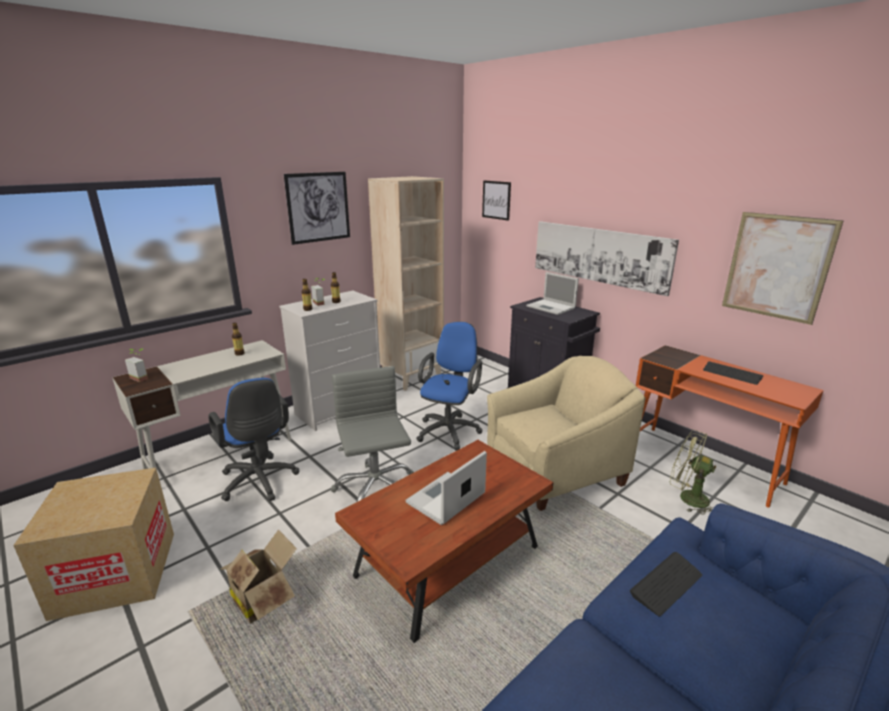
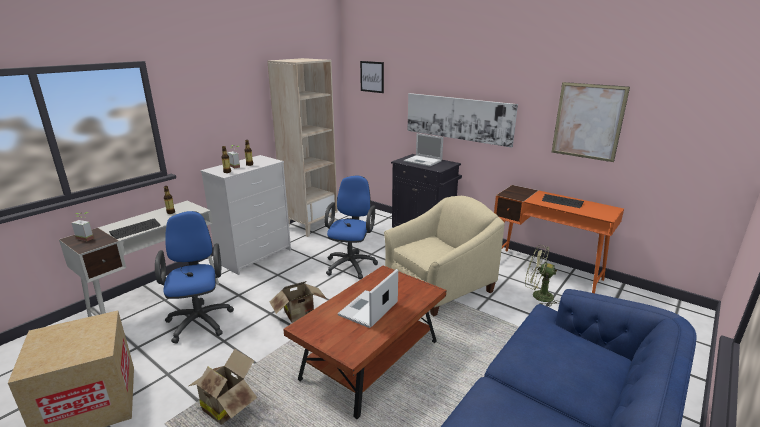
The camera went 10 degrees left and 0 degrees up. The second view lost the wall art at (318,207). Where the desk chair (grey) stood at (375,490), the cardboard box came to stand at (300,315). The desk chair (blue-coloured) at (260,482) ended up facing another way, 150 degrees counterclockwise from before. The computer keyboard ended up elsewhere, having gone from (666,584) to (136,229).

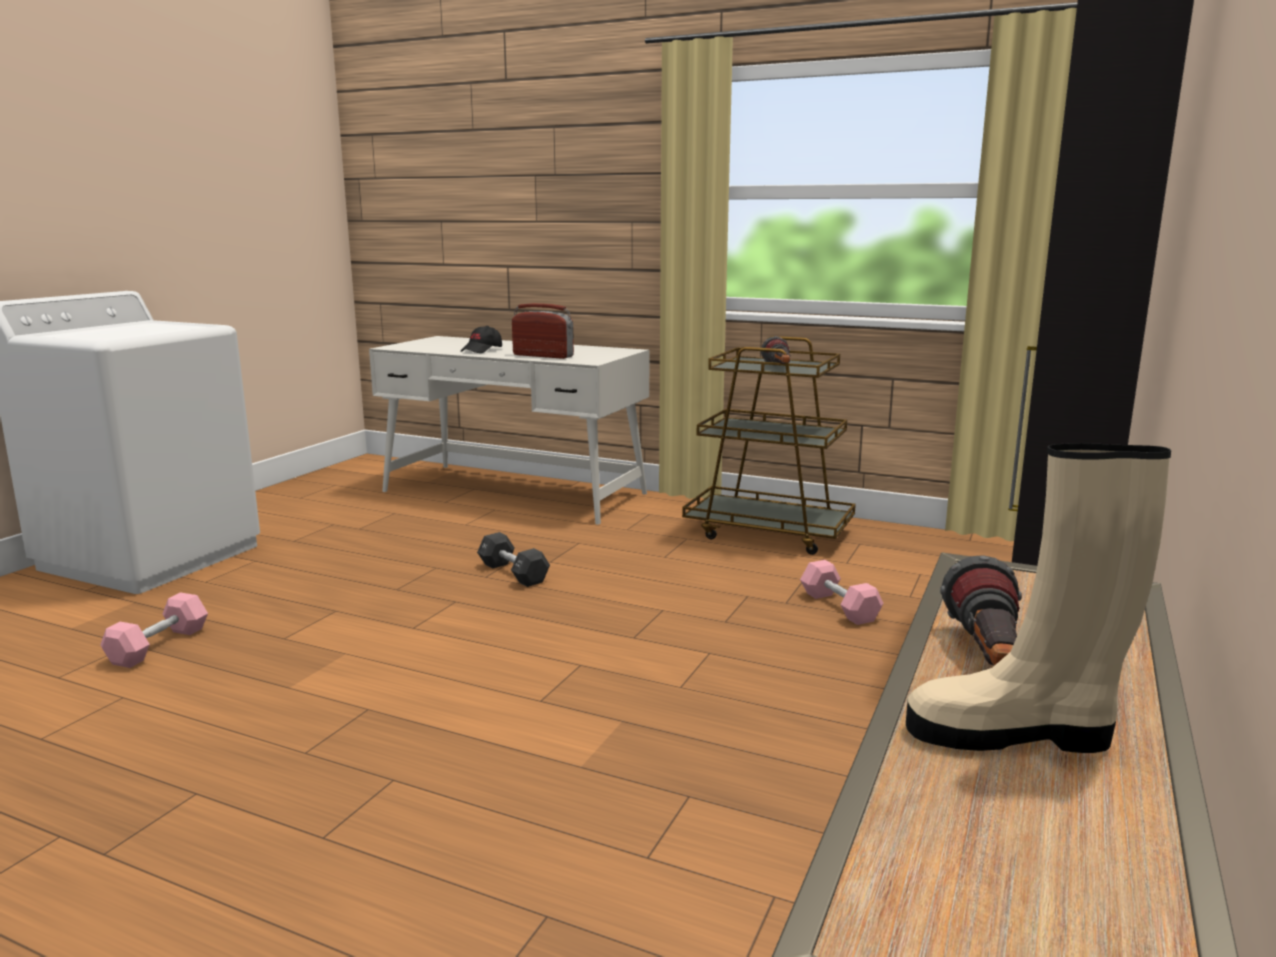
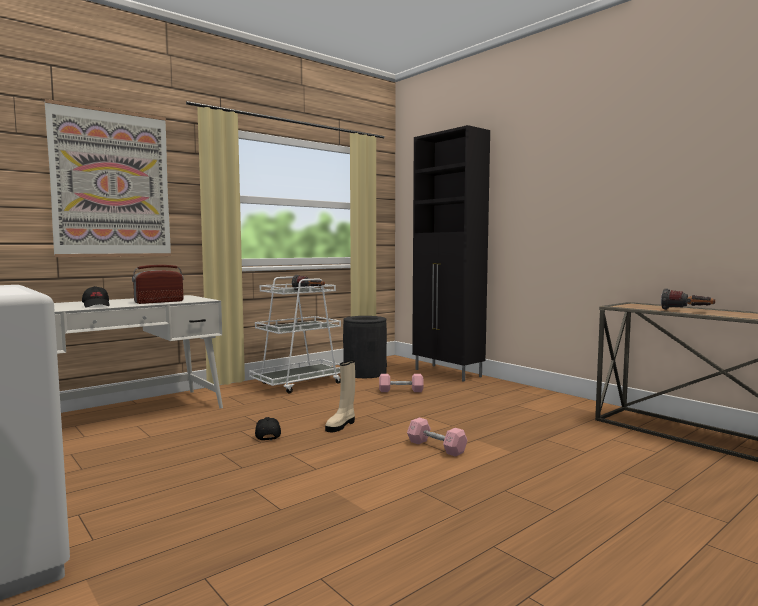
The camera went 65 degrees left and 10 degrees down. What was the wheeled cart (brownish) at (769,532) turned into the wheeled cart (white-coloured) at (299,383). The boot (sand-coloured) ended up elsewhere, having gone from (1014,734) to (341,425). Where the dumbbell (black-coloured) stood at (513,573), the baseball cap (black-coloured) came to stand at (267,435). The dumbbell (pink-coloured) ended up elsewhere, having gone from (158,645) to (436,447). The second view gained the wall art at (112,184). The second view gained the rubbish bin (black-coloured) at (365,373).

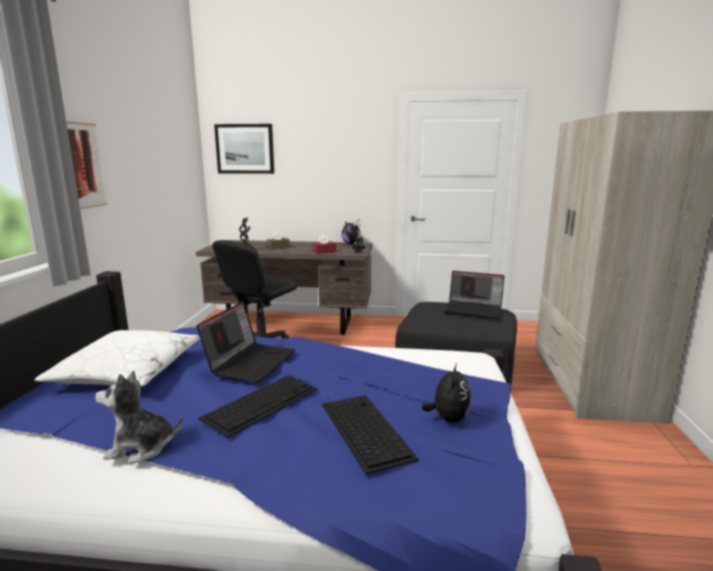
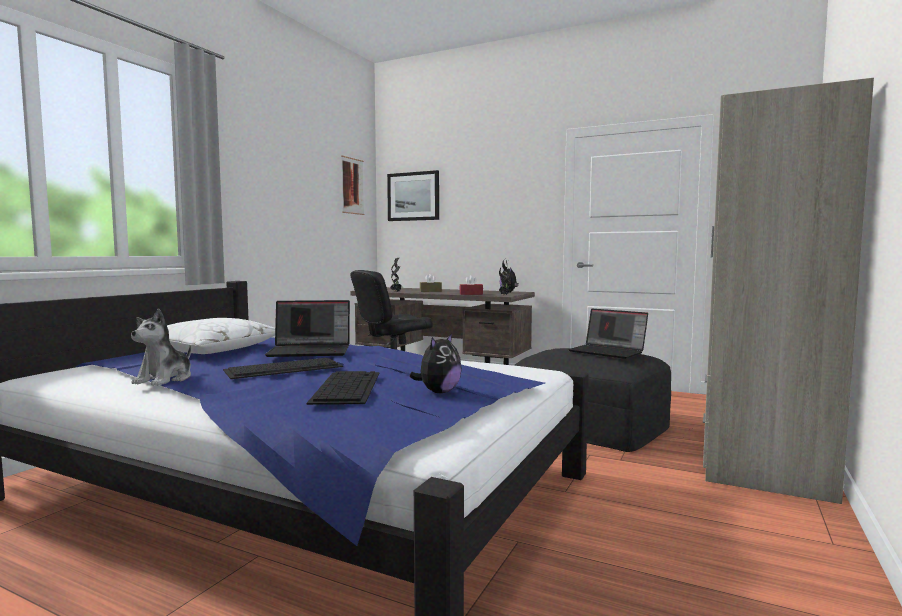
The camera went 20 degrees right and 10 degrees down. The wall art ended up elsewhere, having gone from (82,165) to (352,186). The notebook computer at (251,362) ended up facing another way, 45 degrees clockwise from before. The cuddly toy at (141,447) ended up facing another way, 90 degrees counterclockwise from before.

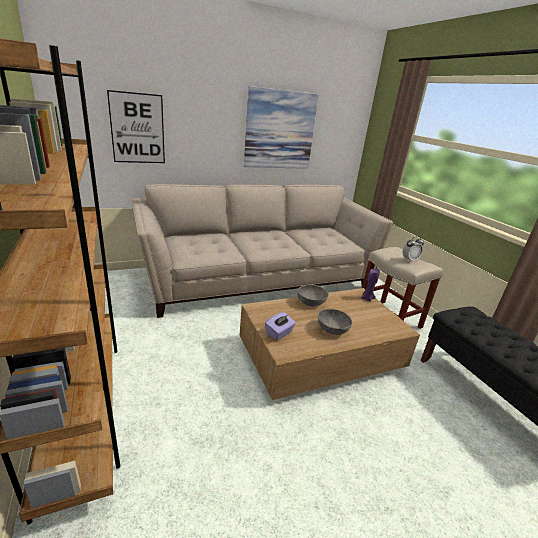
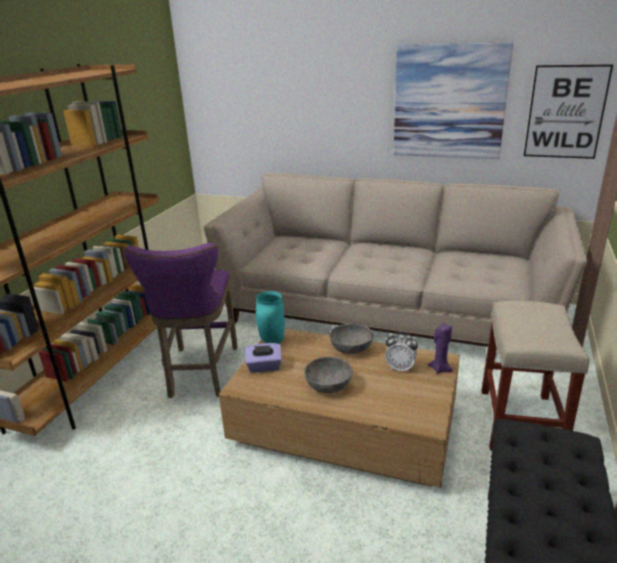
The camera went 45 degrees right and 0 degrees up. The wall art ended up elsewhere, having gone from (137,128) to (565,112). The table clock ended up elsewhere, having gone from (409,260) to (400,368). The second view gained the stool (purple-coloured) at (200,374). The second view gained the decorative vase (turquoise-coloured) at (271,342).

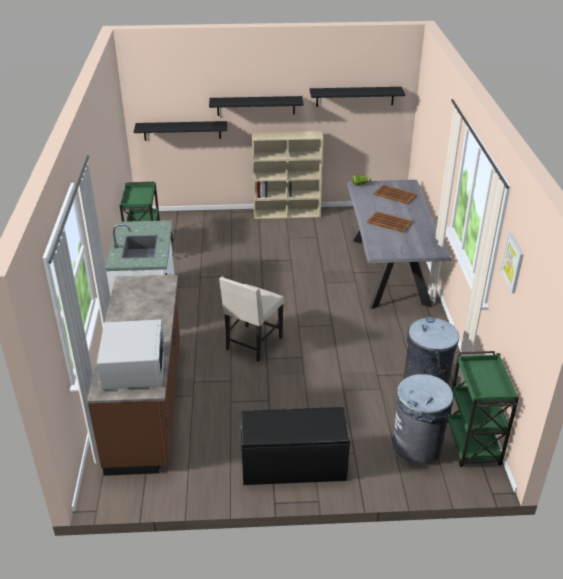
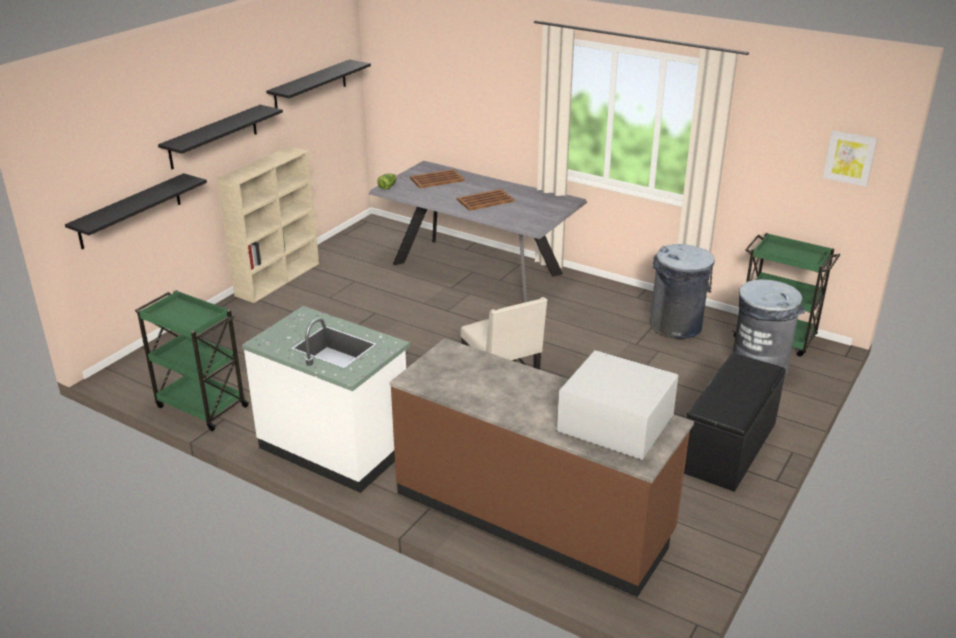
The camera went 55 degrees left and 5 degrees down. The wall art ended up elsewhere, having gone from (513,262) to (850,158).

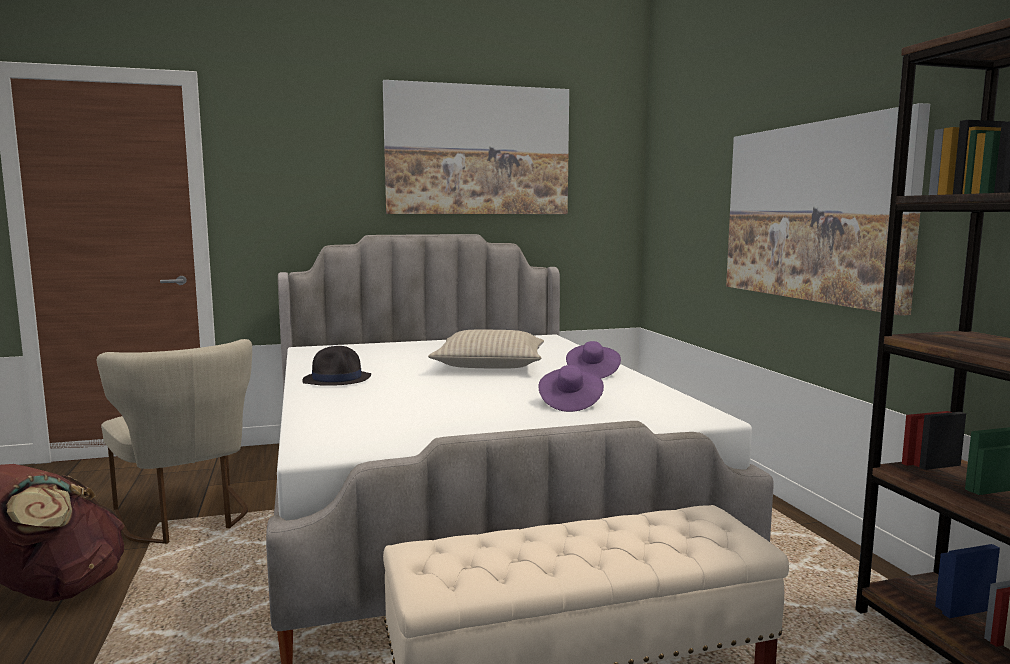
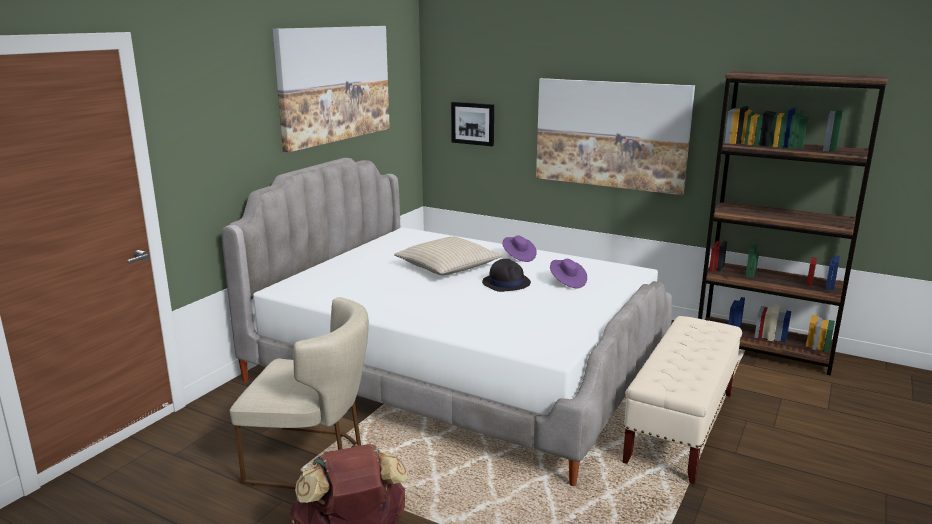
The camera went 45 degrees left and 10 degrees up. The hat (black-coloured) ended up elsewhere, having gone from (337,379) to (506,283). The second view gained the wall art at (473,123).

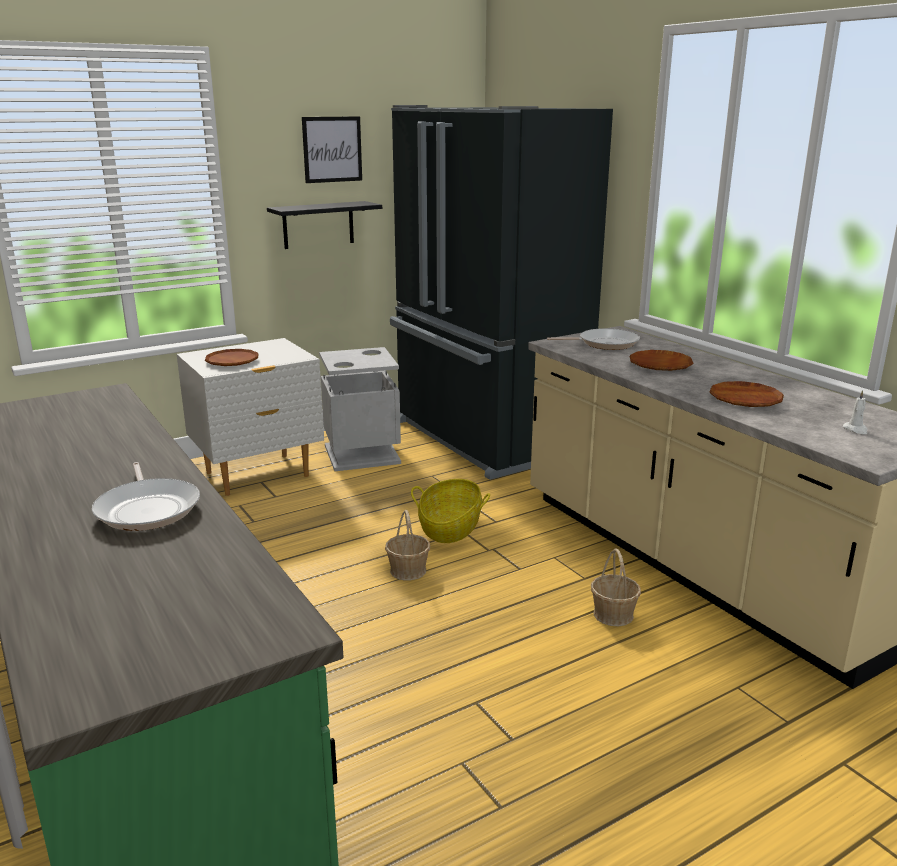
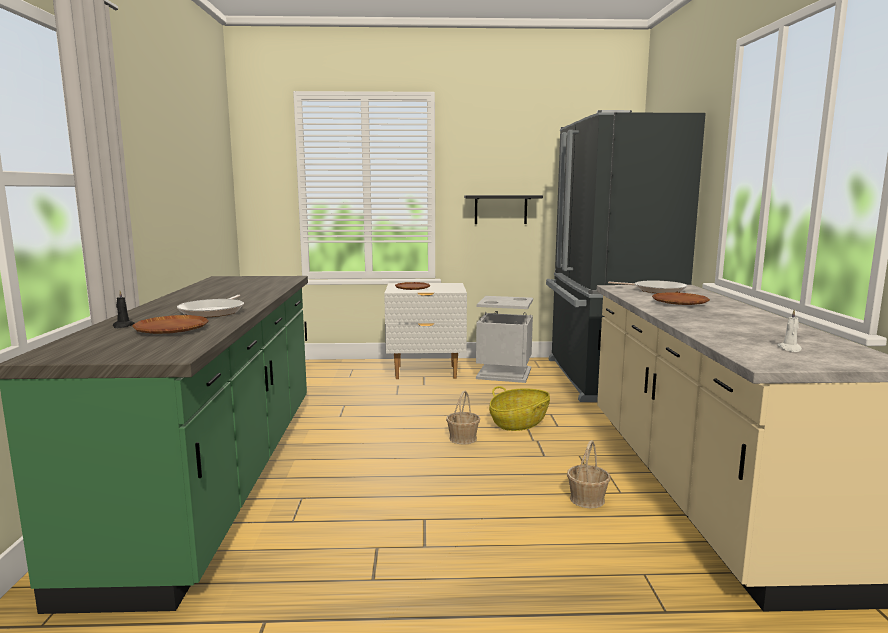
The camera went 30 degrees right and 10 degrees down. The second view lost the wall art at (332,149). The plate (brownish) ended up elsewhere, having gone from (745,399) to (171,329). The second view gained the wax candle (black-coloured) at (123,326).

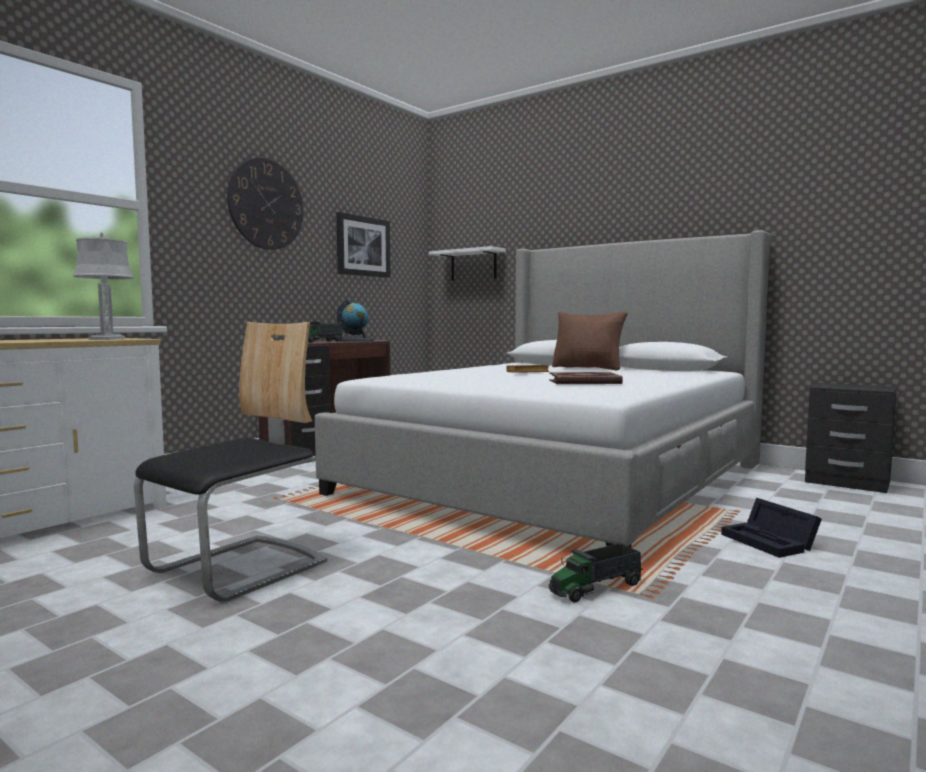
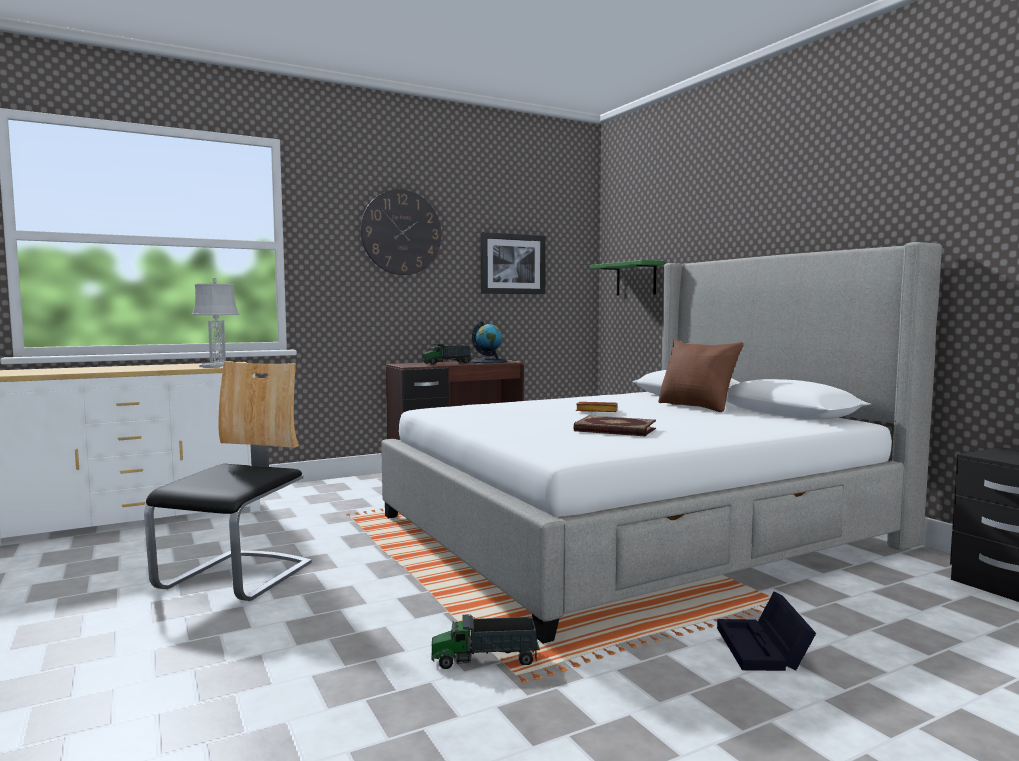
The camera went 25 degrees right and 0 degrees up. What was the bracket shelf (white-coloured) at (473,265) turned into the bracket shelf (greenish) at (636,279). The plain chair at (239,568) ended up facing another way, 45 degrees counterclockwise from before.

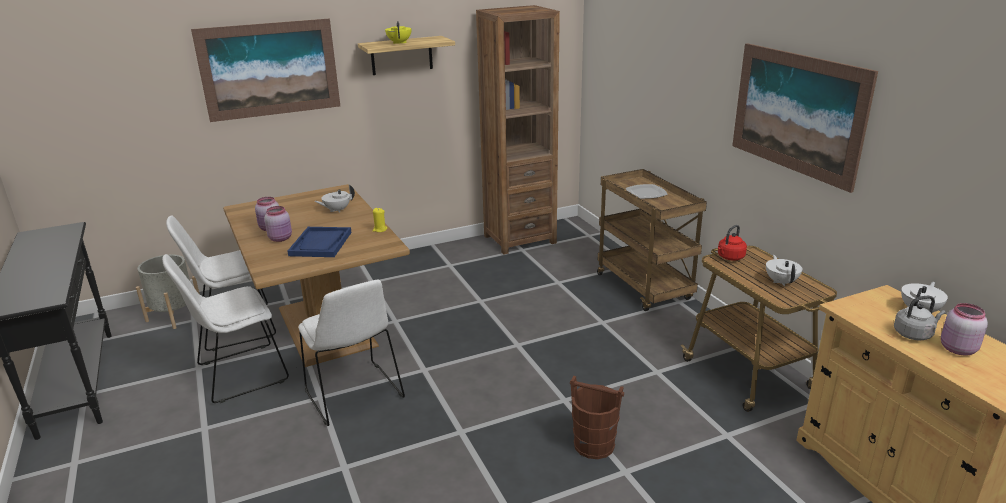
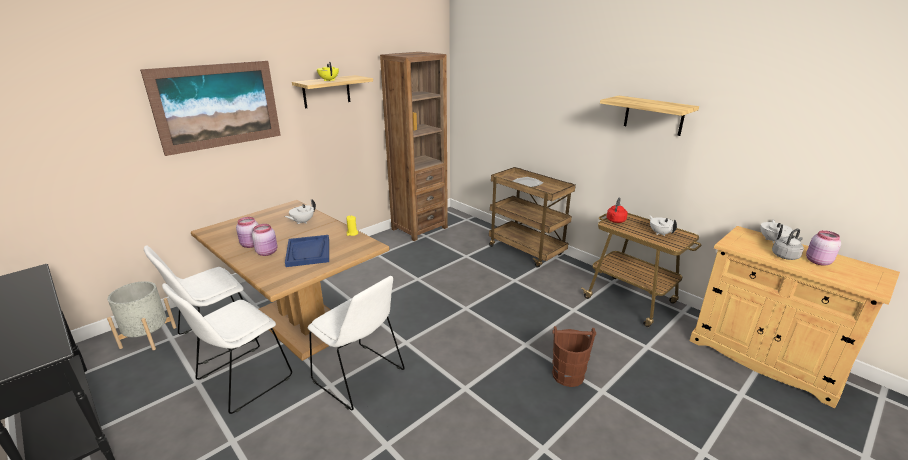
The camera went 20 degrees left and 0 degrees up. Where the wall art hung at (797,113), the bracket shelf came to hang at (653,115).

